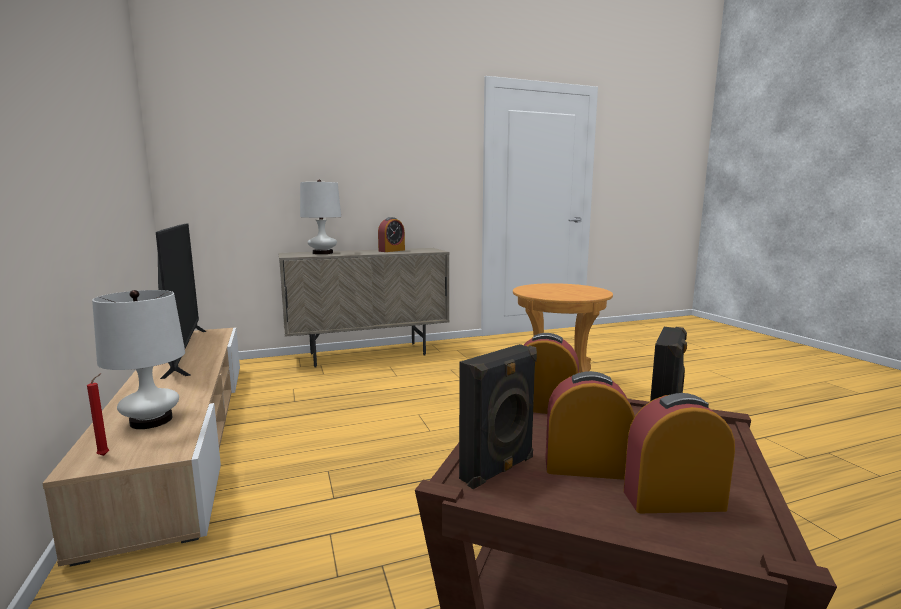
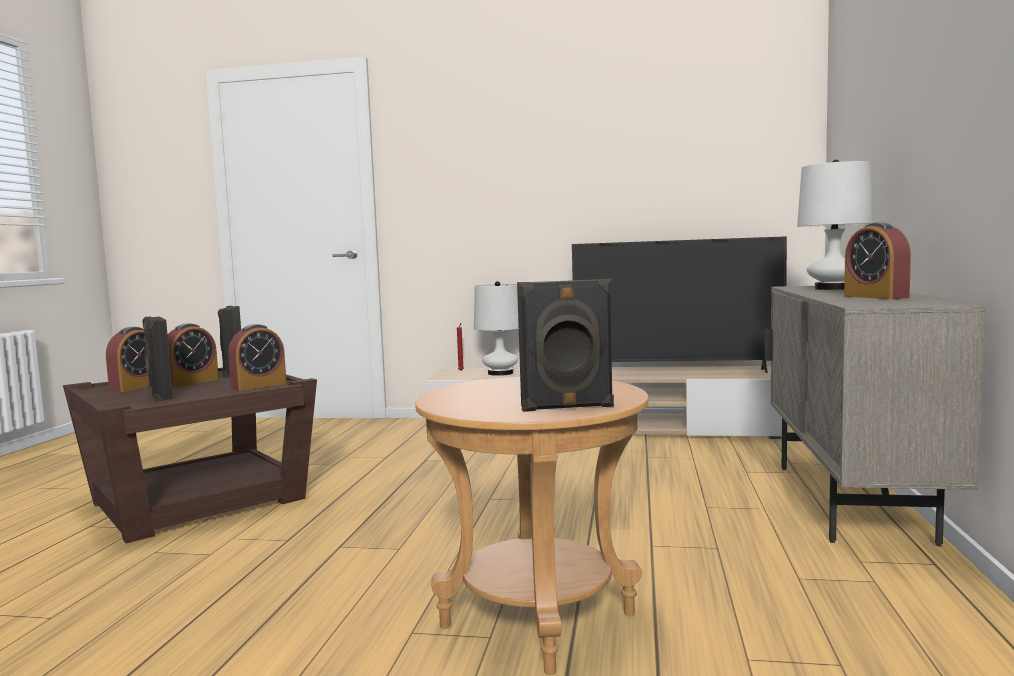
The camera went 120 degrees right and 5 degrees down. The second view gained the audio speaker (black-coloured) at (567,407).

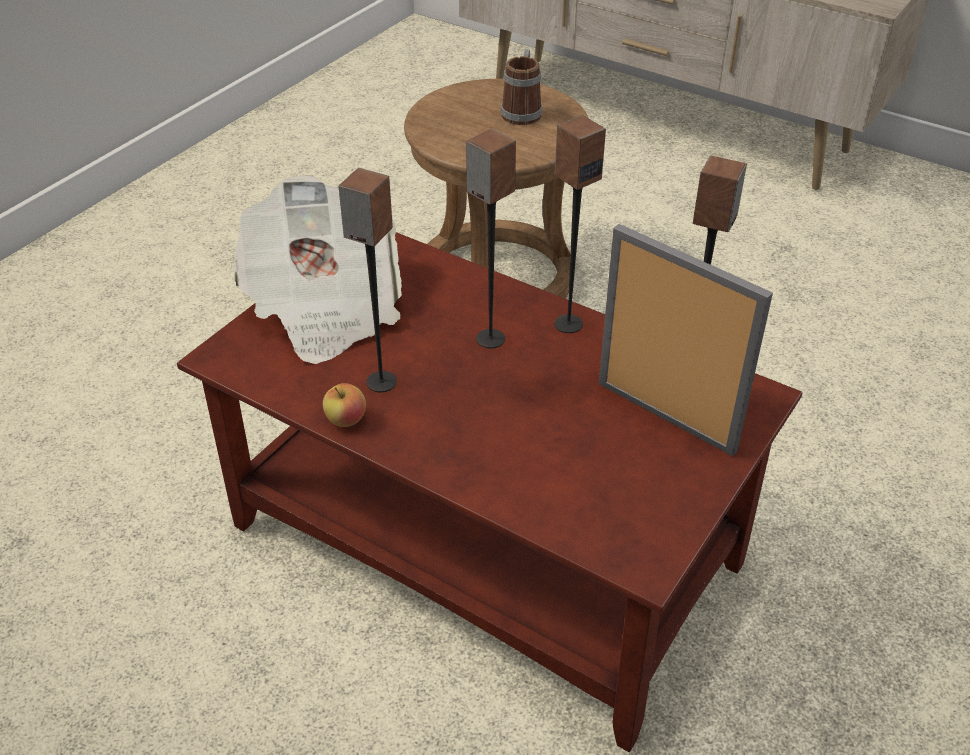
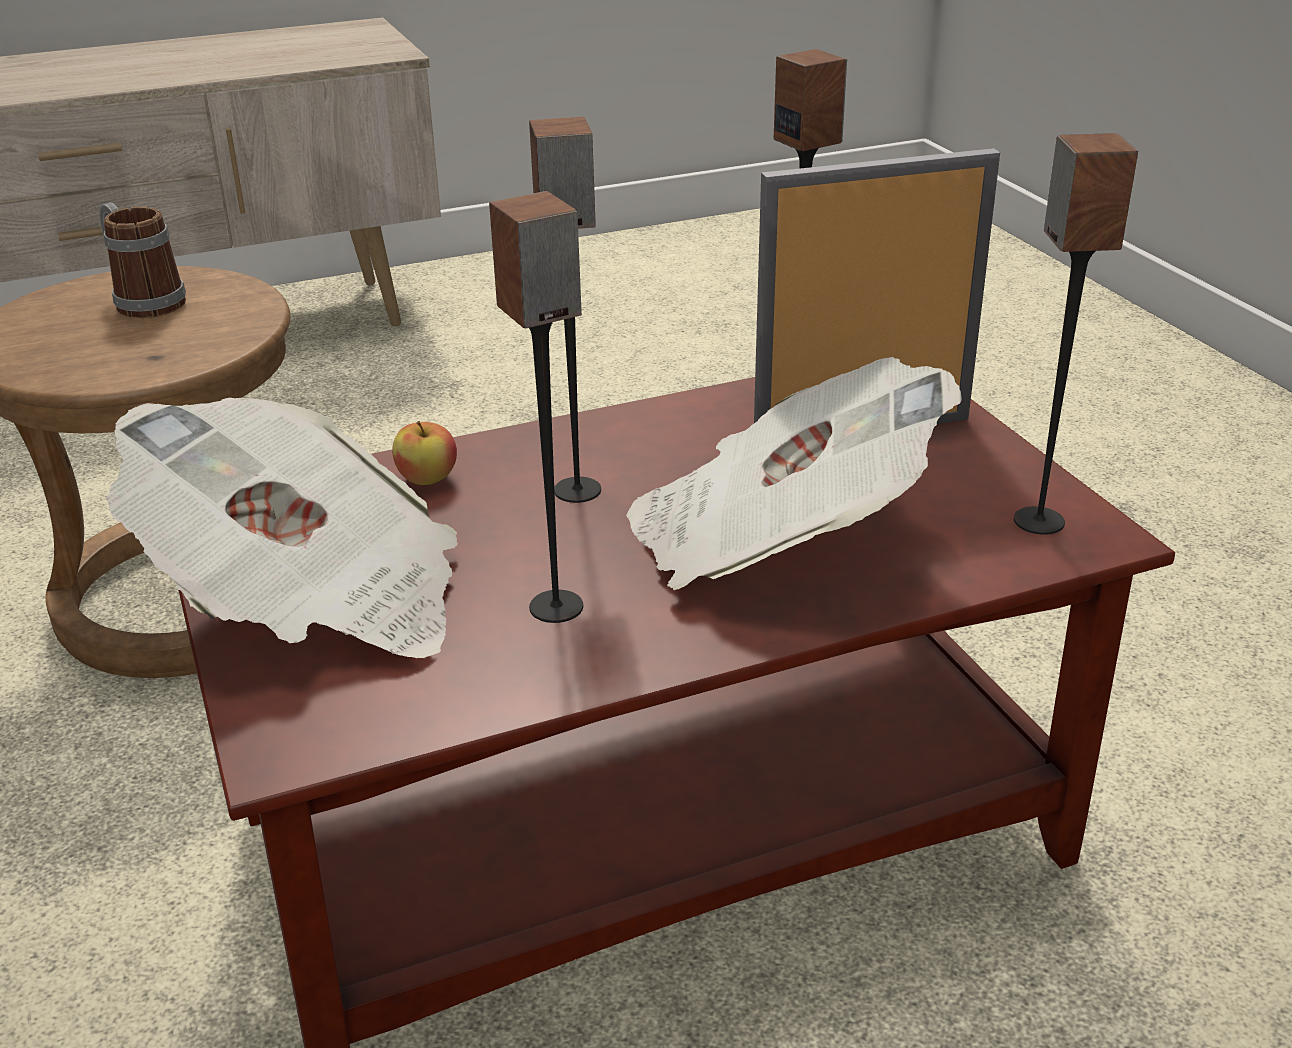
The camera went 55 degrees left and 10 degrees down. The audio speaker ended up elsewhere, having gone from (568,323) to (1037,521). The apple ended up elsewhere, having gone from (346,420) to (427,479). The second view gained the daily paper at (777,541).

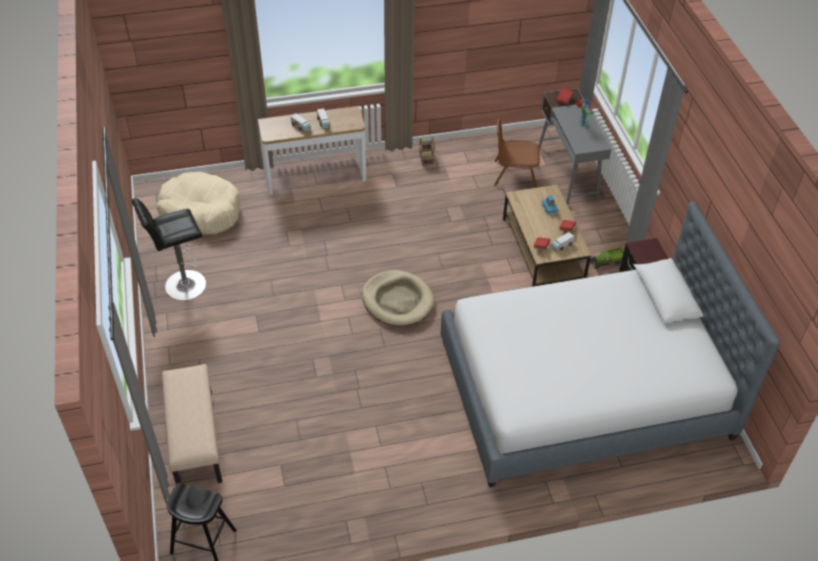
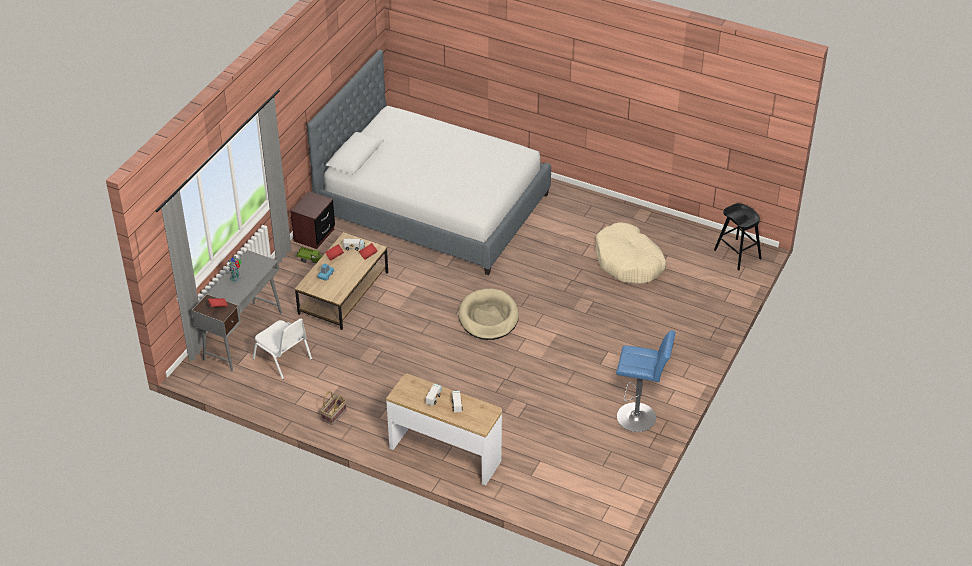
The camera went 140 degrees left and 5 degrees down. What was the plain chair (brownish) at (514,174) turned into the plain chair (white-coloured) at (283,359). The dog cushion (sand-coloured) ended up elsewhere, having gone from (201,212) to (628,262). What was the stool (black-coloured) at (182,286) turned into the stool (blue-coloured) at (639,417). The second view lost the bench (sand-coloured) at (194,439).

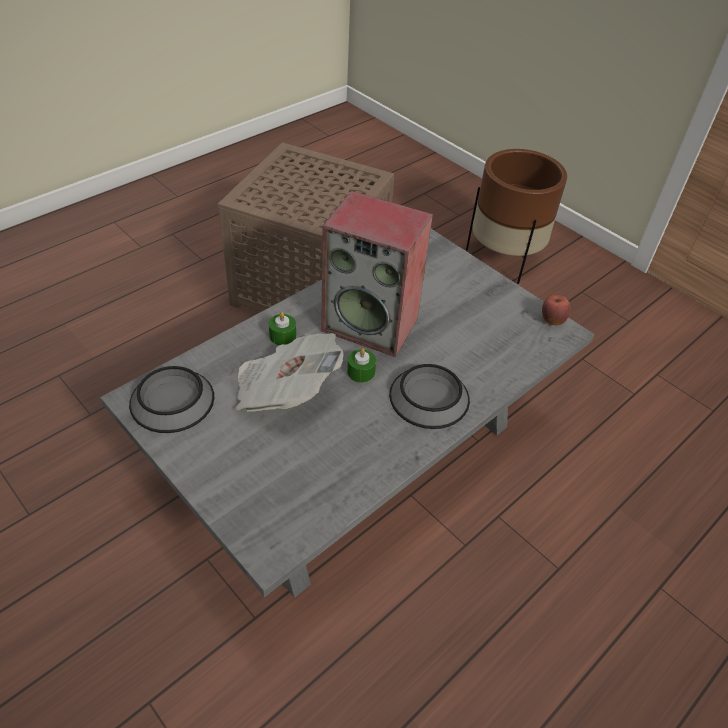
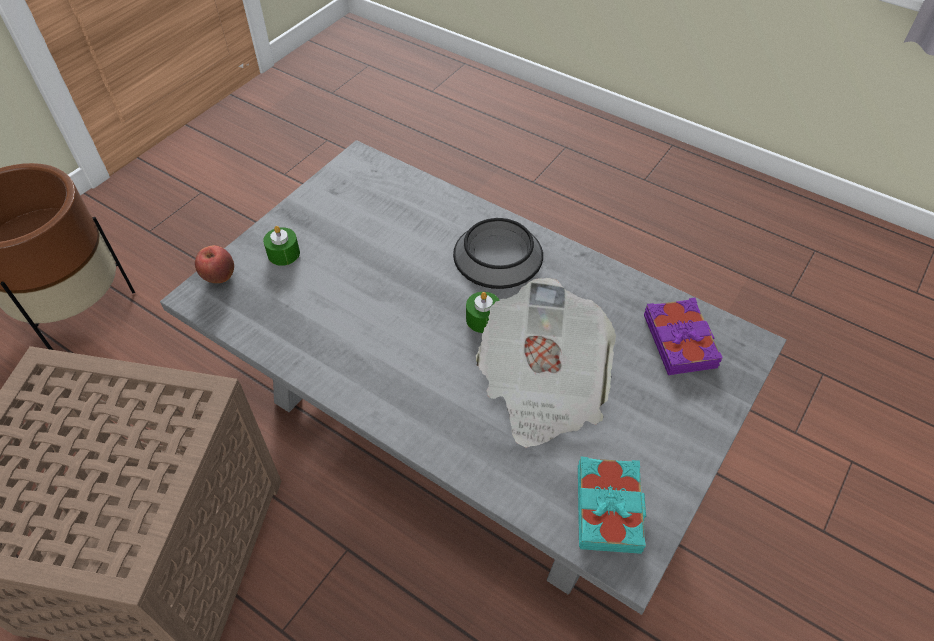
The camera went 100 degrees left and 5 degrees up. The second view lost the audio speaker at (372,324). The apple ended up elsewhere, having gone from (552,320) to (219,277). The wax candle (greenish) ended up elsewhere, having gone from (282,336) to (283,253). Where the bowl stood at (172,400), the volume (turquoise-coloured) came to stand at (610,508). The second view gained the volume (purple-coloured) at (680,341).

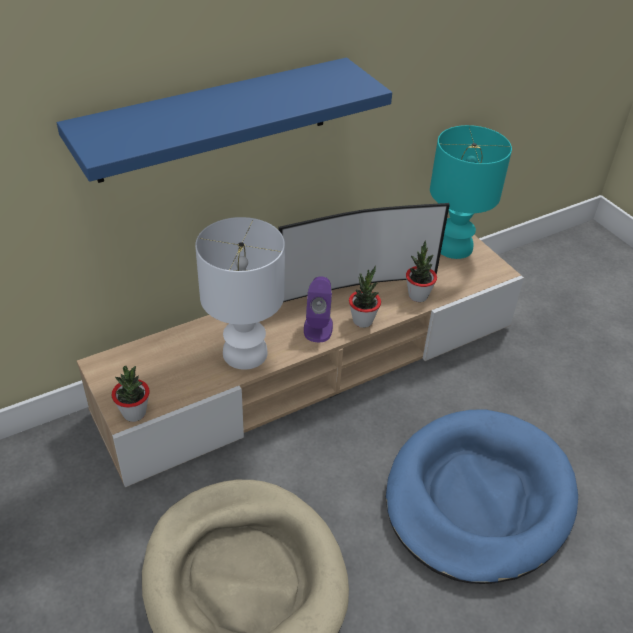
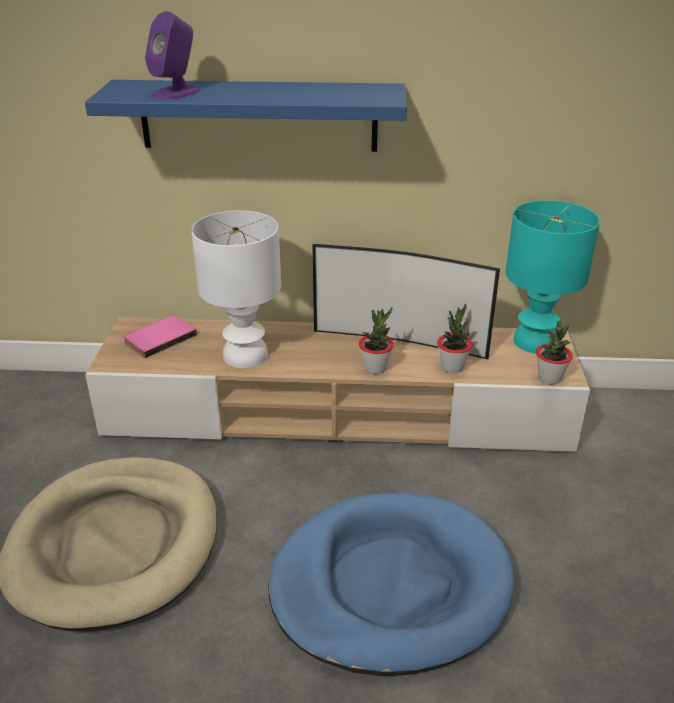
The camera went 35 degrees right and 10 degrees down. The audio speaker (purple-coloured) ended up elsewhere, having gone from (318,327) to (176,93). The plant in a pot ended up elsewhere, having gone from (134,413) to (549,378). The second view gained the volume (pink-coloured) at (158,338).

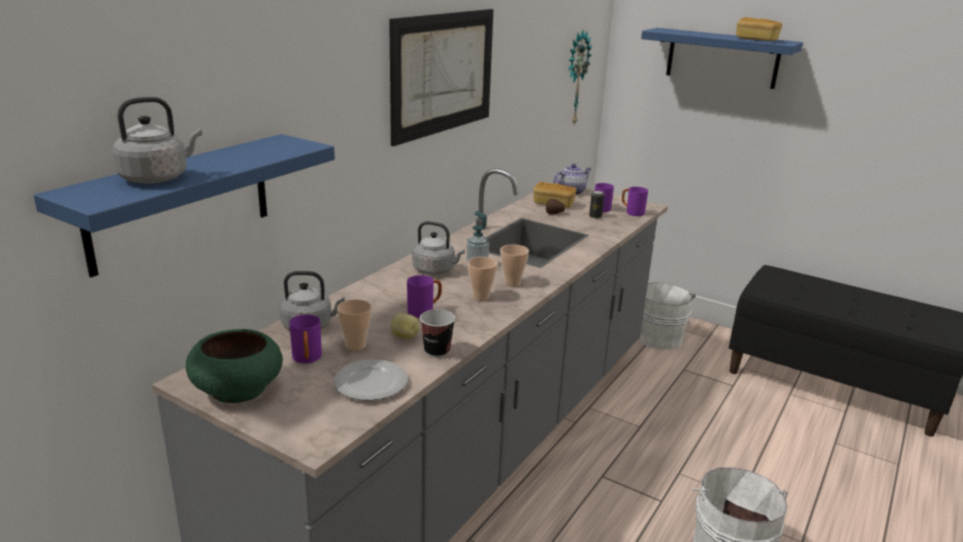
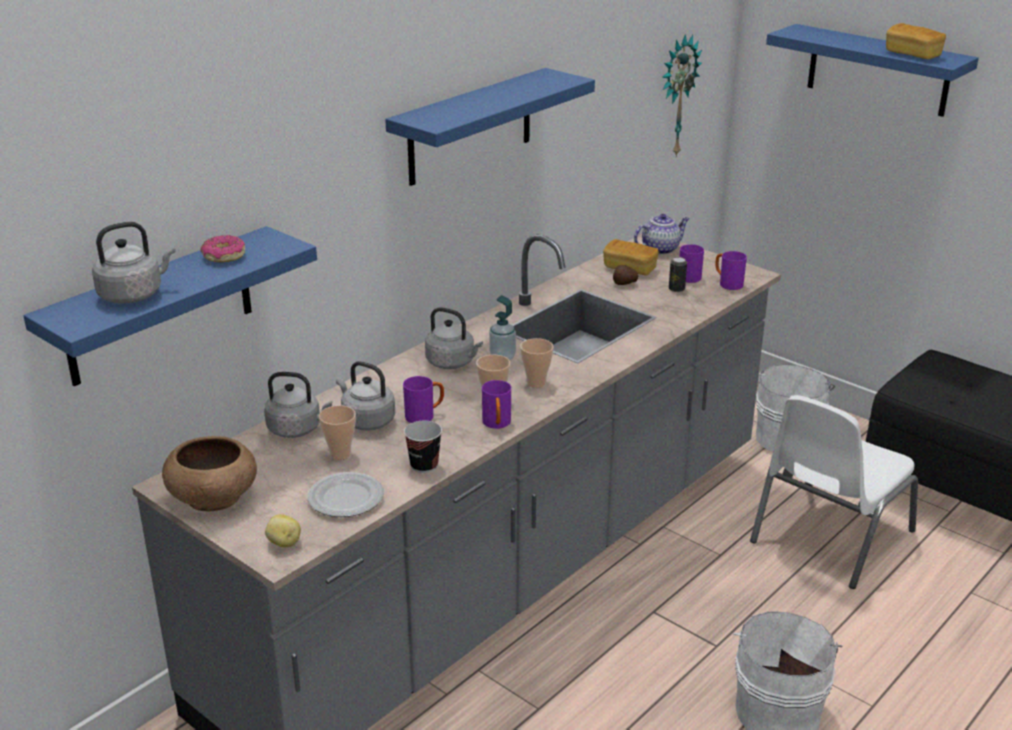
The camera went 10 degrees right and 5 degrees up. Where the wall art hung at (443,73), the bracket shelf (blue-coloured) came to hang at (470,127). The spud ended up elsewhere, having gone from (404,337) to (284,543). The coffee mug (purple-coloured) ended up elsewhere, having gone from (307,360) to (497,425). What was the bowl (greenish) at (237,389) turned into the bowl (brownish) at (213,497). The second view gained the doughnut at (224,256). The second view gained the water kettle (grey) at (366,421). The second view gained the plain chair (white-coloured) at (828,537).

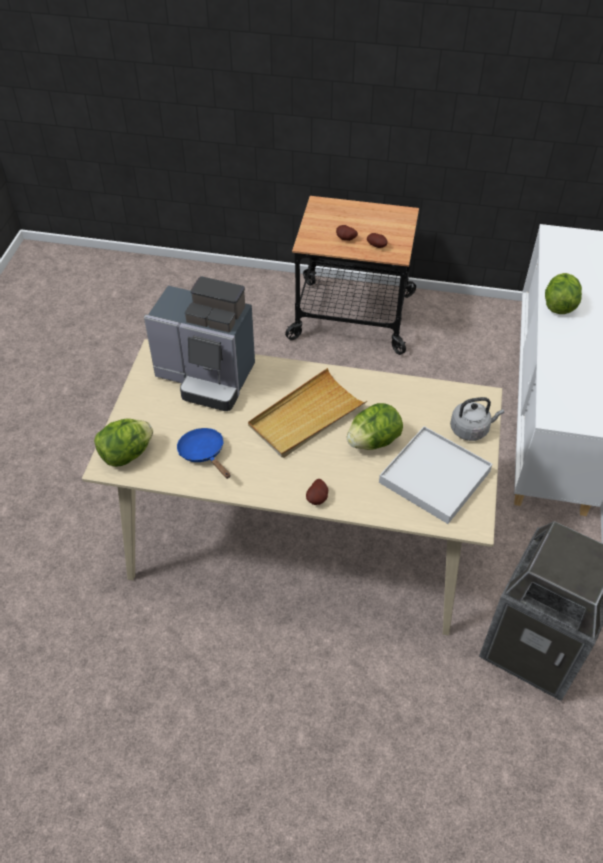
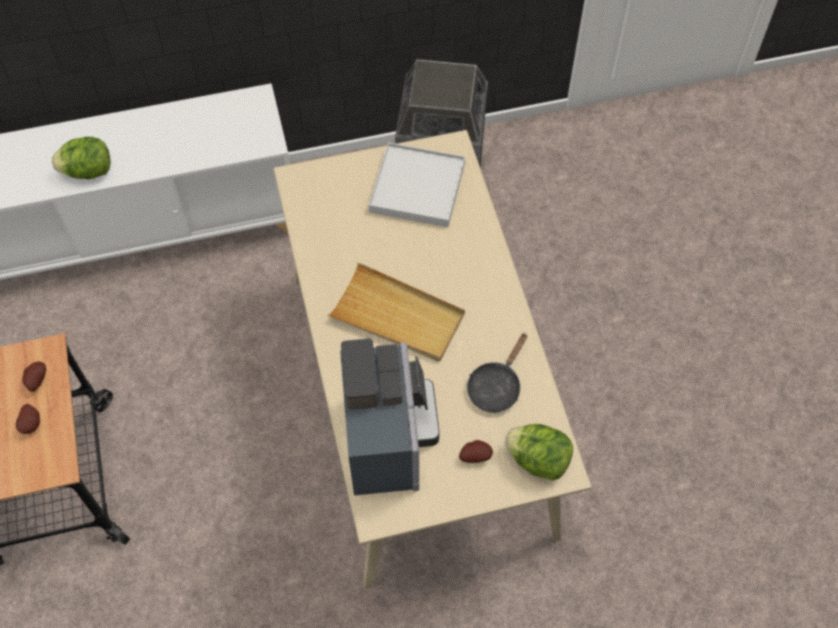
The camera went 115 degrees left and 10 degrees up. The second view lost the water kettle (grey) at (471,429). The second view lost the lettuce head at (373,441). What was the frying pan (blue-coloured) at (204,454) turned into the frying pan (black-coloured) at (496,386). The spud ended up elsewhere, having gone from (318,498) to (475,455).

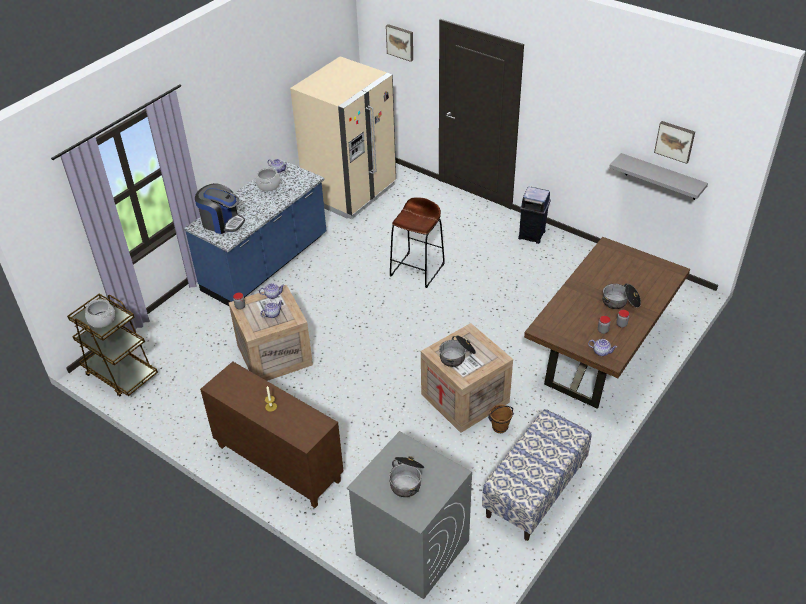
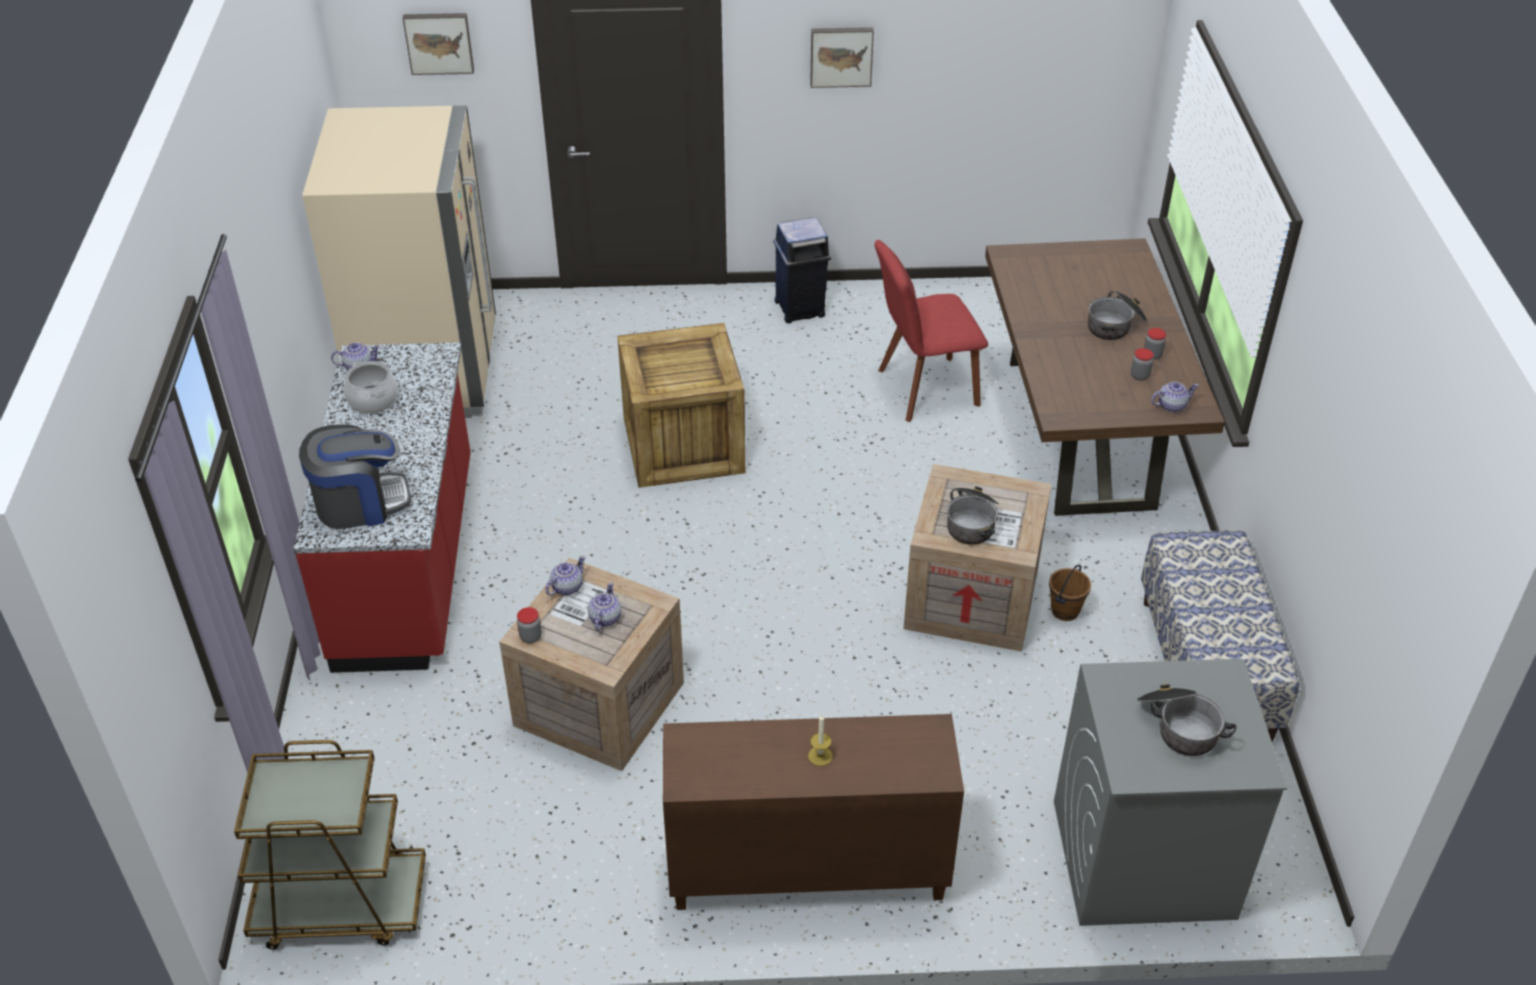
The camera went 40 degrees left and 0 degrees up. The wall art ended up elsewhere, having gone from (675,141) to (841,56). The second view lost the bracket shelf (grey) at (661,177). What was the kitchen counter (blue-coloured) at (266,264) turned into the kitchen counter (reddish) at (409,563). Where the stool (brownish) stood at (417,270), the packing crate came to stand at (684,444). The second view lost the stockpot at (101,320). The second view gained the plain chair (reddish) at (923,389).

